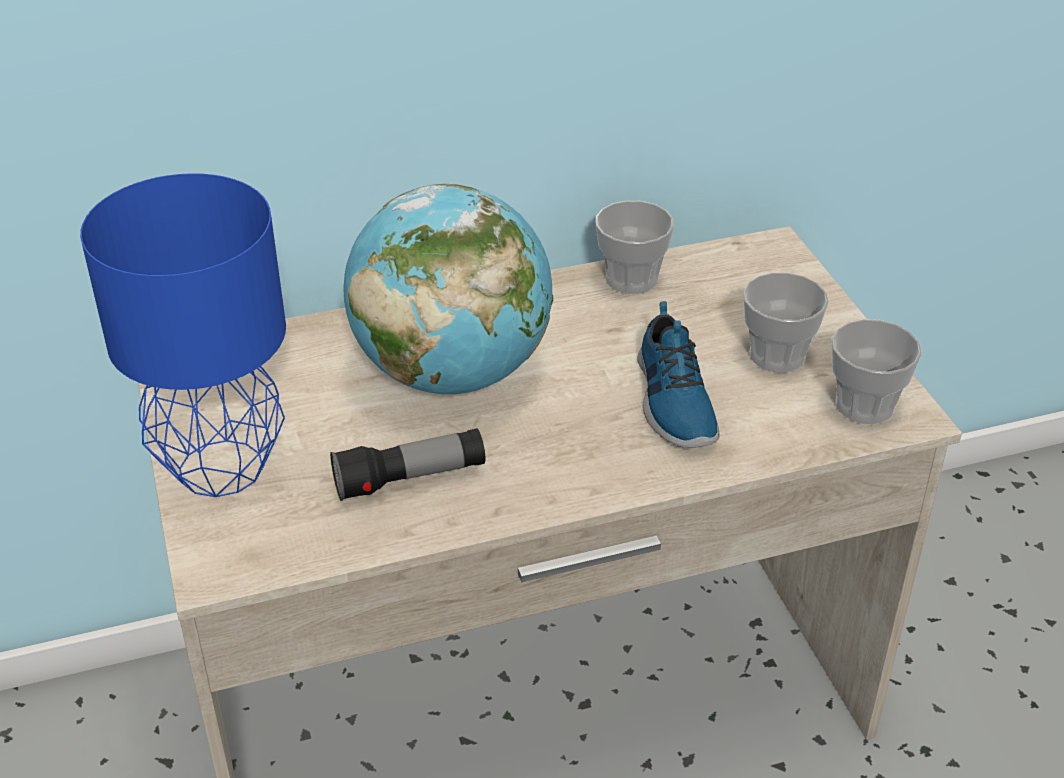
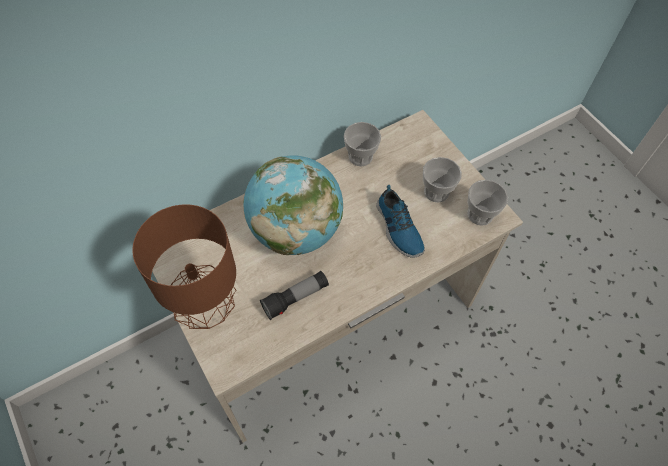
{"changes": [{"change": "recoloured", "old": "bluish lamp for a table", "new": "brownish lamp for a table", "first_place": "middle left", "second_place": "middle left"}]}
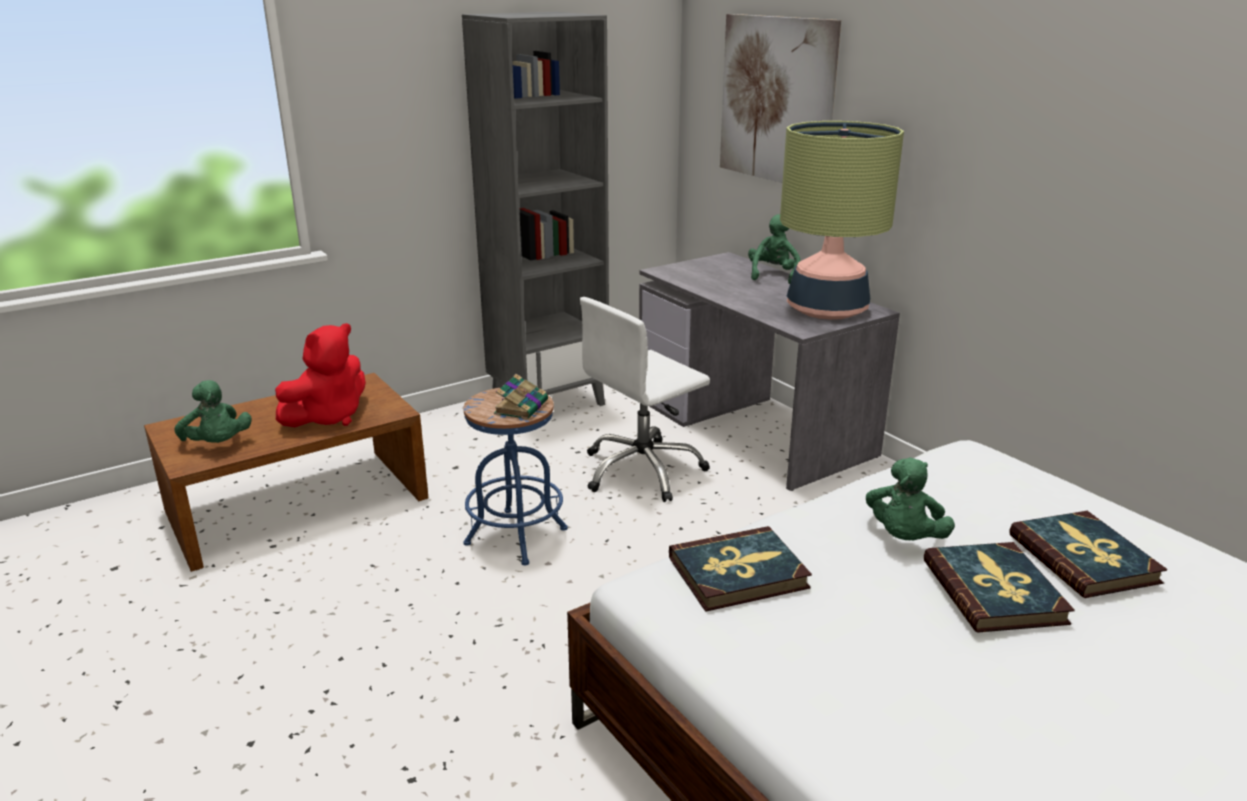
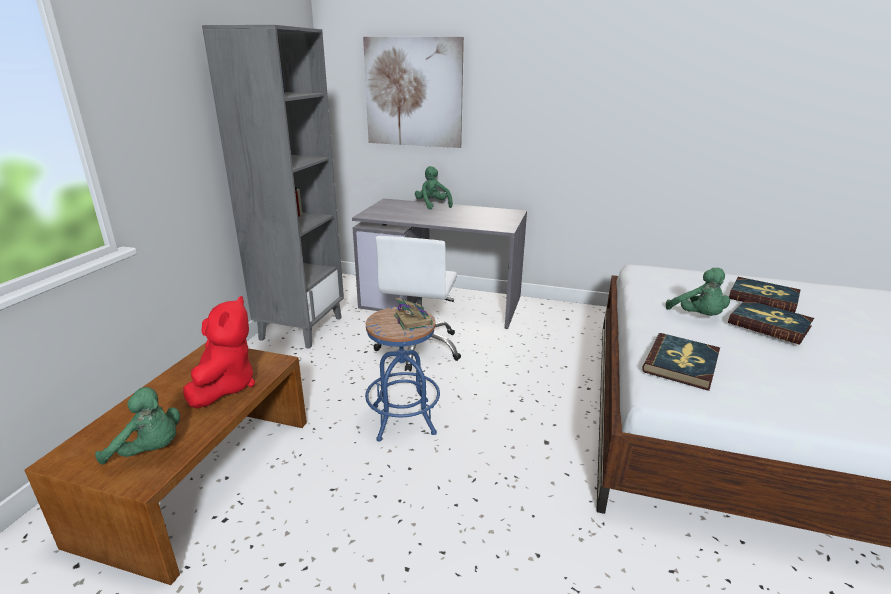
{"changes": [{"change": "removed", "old": "lamp for a table", "first_place": "top right"}]}
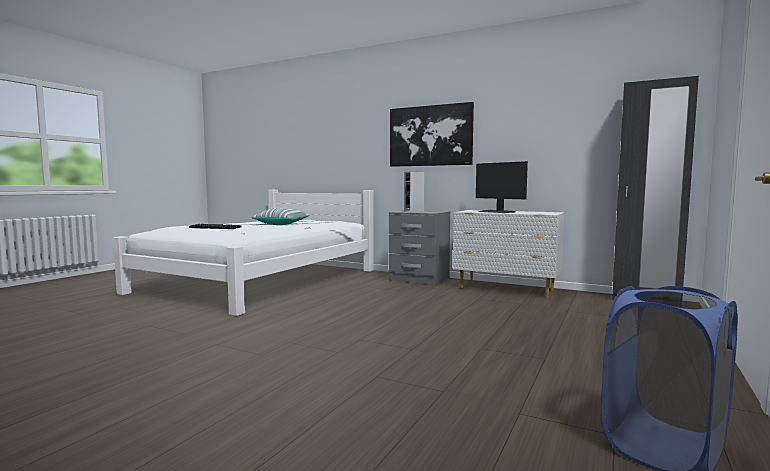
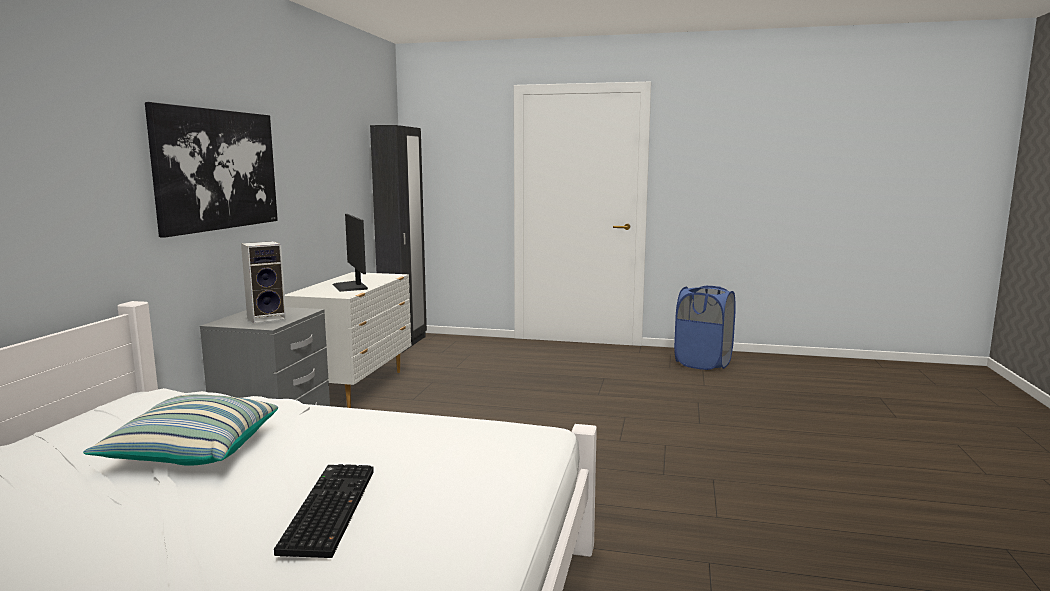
{"changes": [{"change": "turned", "old": "computer display", "first_place": "centre", "second_place": "centre", "degrees": 120}]}
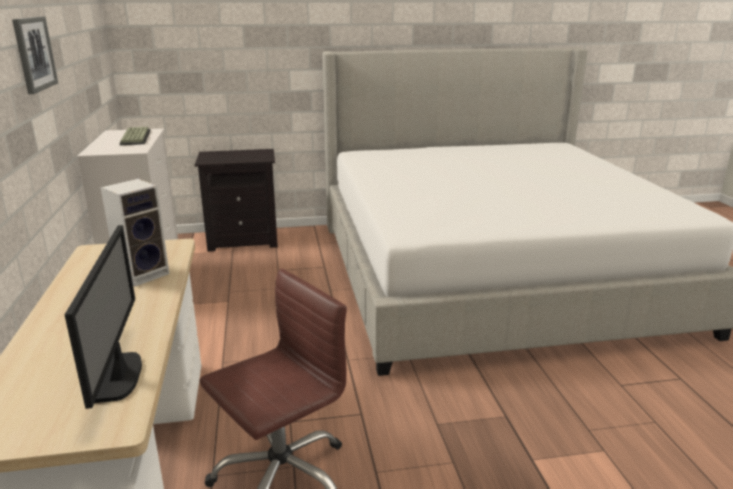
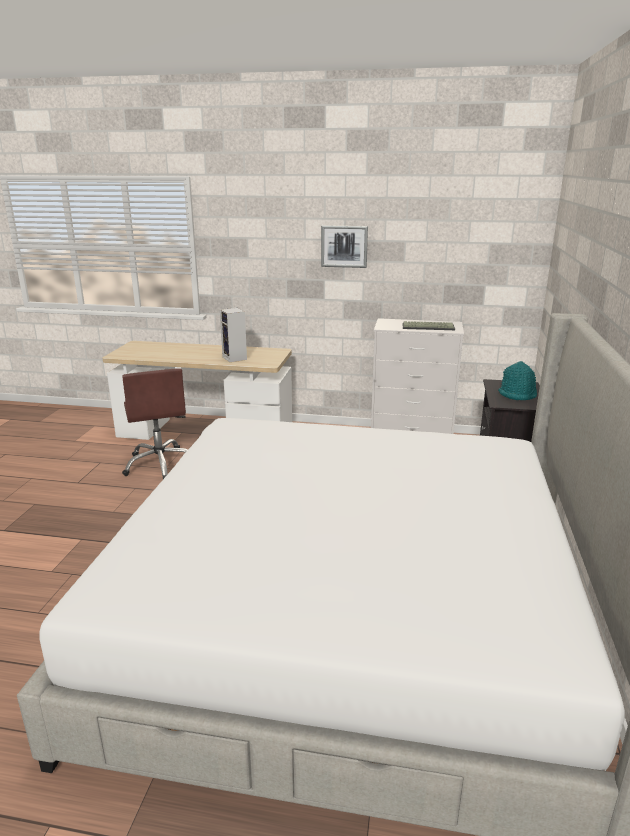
{"changes": [{"change": "removed", "old": "computer display", "first_place": "middle left"}, {"change": "added", "new": "blue-green hat", "second_place": "middle right"}]}
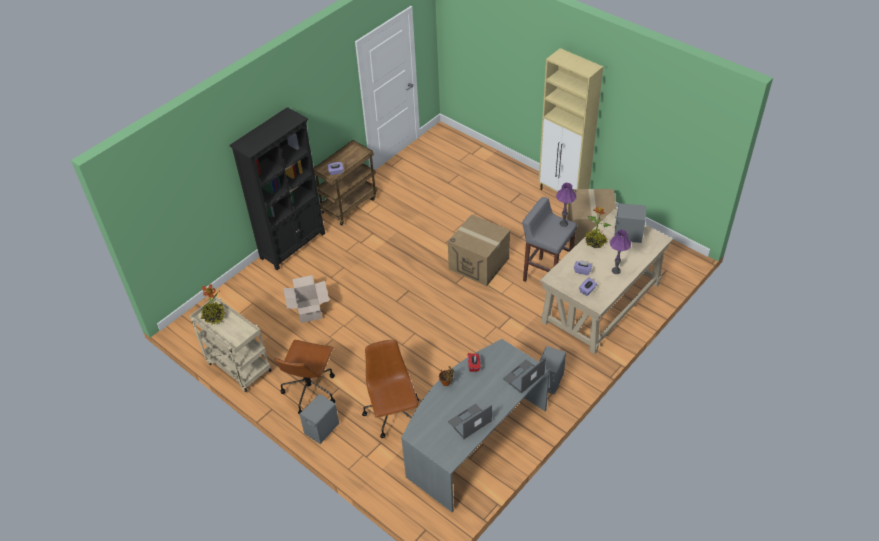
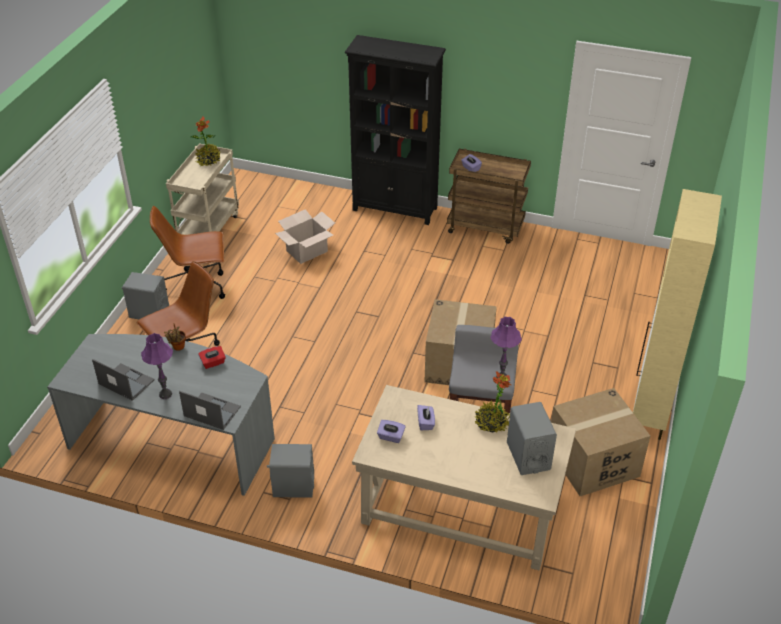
{"changes": [{"change": "moved", "old": "purplish lamp for a table (2nd from left in the first image)", "new": "purplish lamp for a table (1st from left)", "first_place": "middle right", "second_place": "middle left"}]}
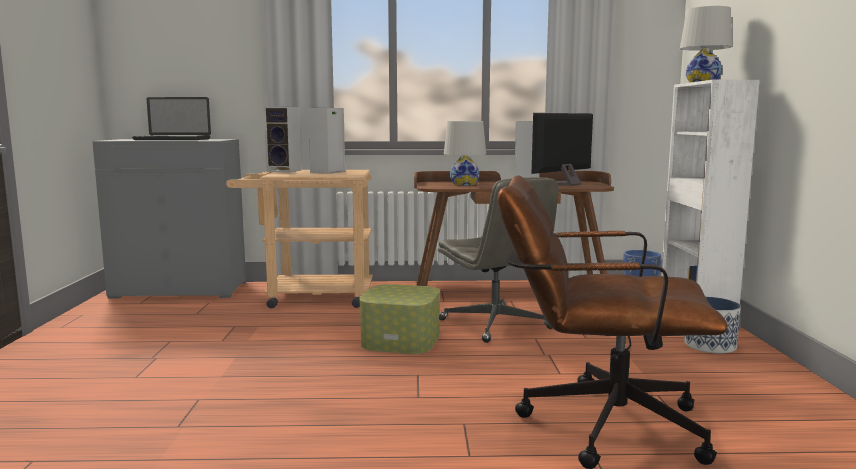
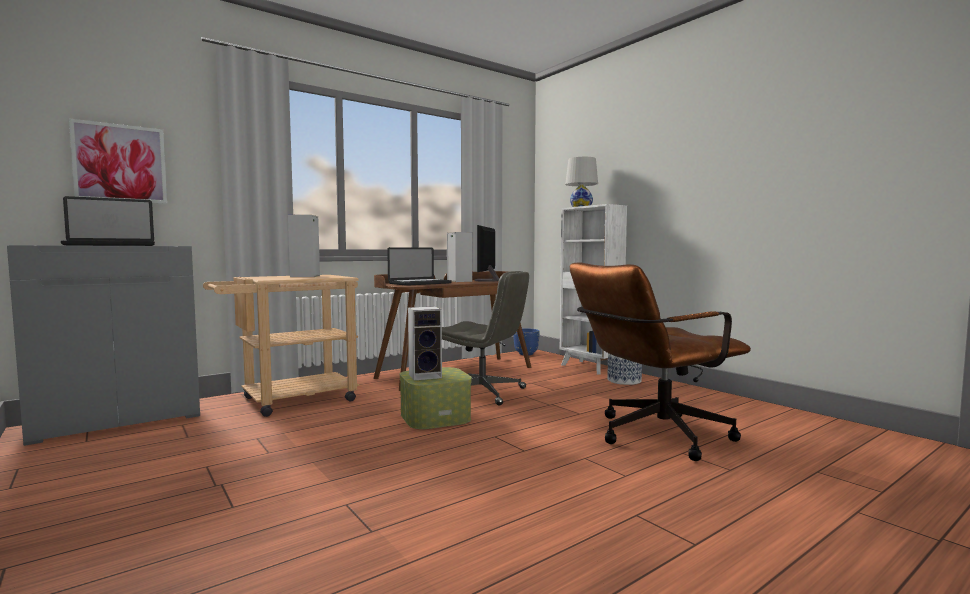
{"changes": [{"change": "moved", "old": "speaker (1st from left in the first image)", "new": "speaker (2nd from left)", "first_place": "top left", "second_place": "centre"}, {"change": "replaced", "old": "whitish lamp for a table (1st from left)", "new": "portable computer (2nd from left)", "first_place": "top centre", "second_place": "centre"}, {"change": "added", "new": "picture", "second_place": "top left"}]}
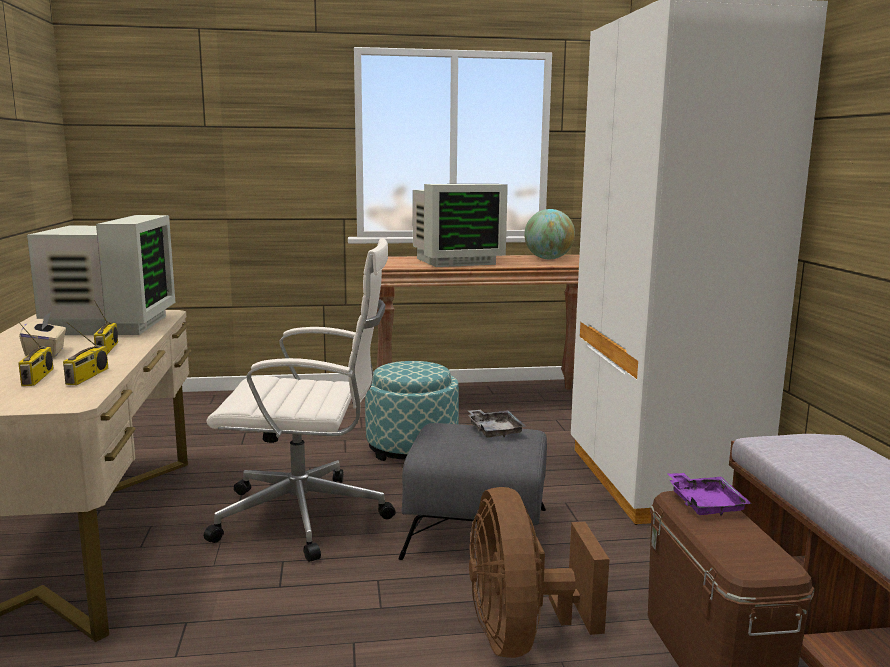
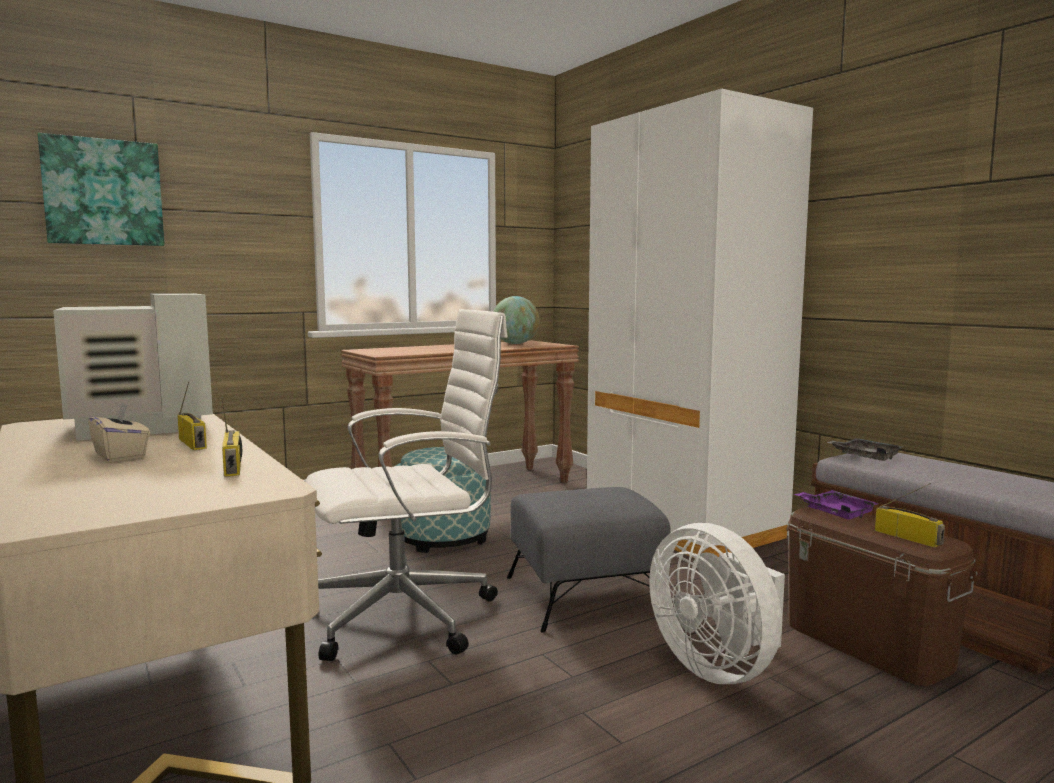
{"changes": [{"change": "removed", "old": "computer display (2nd from left)", "first_place": "centre"}, {"change": "moved", "old": "radio receiver (1st from left in the first image)", "new": "radio receiver (3rd from left)", "first_place": "middle left", "second_place": "middle right"}, {"change": "moved", "old": "gray carrying tray", "first_place": "centre", "second_place": "middle right"}, {"change": "recoloured", "old": "brownish fan", "new": "whitish fan", "first_place": "bottom centre", "second_place": "bottom right"}, {"change": "added", "new": "picture", "second_place": "top left"}]}
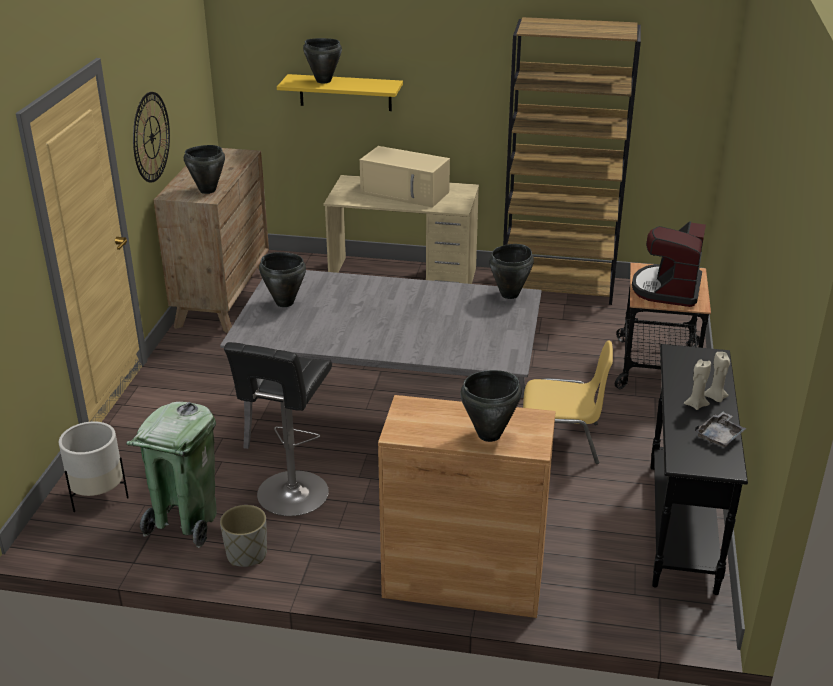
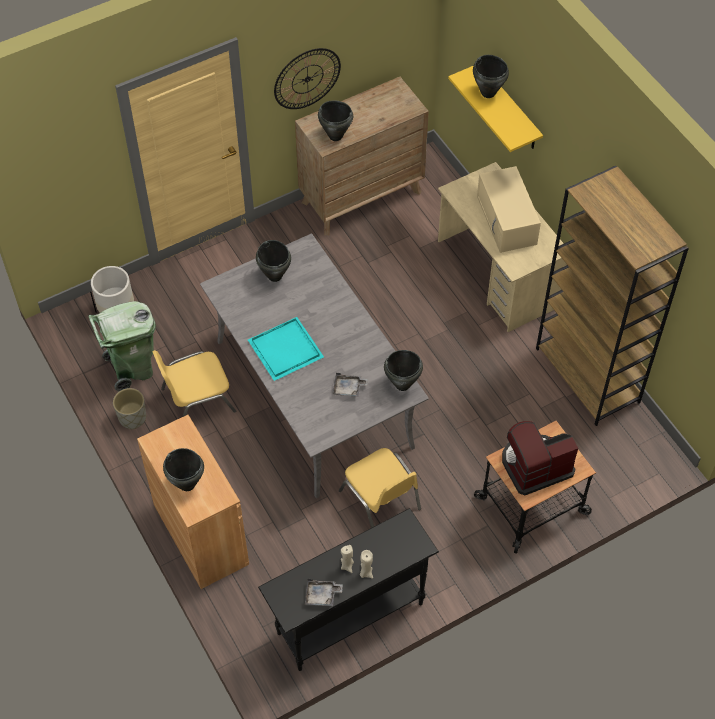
{"changes": [{"change": "replaced", "old": "black-coloured stool", "new": "yellowish plain chair (1st from left)", "first_place": "centre", "second_place": "middle left"}, {"change": "added", "new": "blue-green carrying tray", "second_place": "centre"}, {"change": "added", "new": "gray carrying tray (2nd from left)", "second_place": "centre"}]}
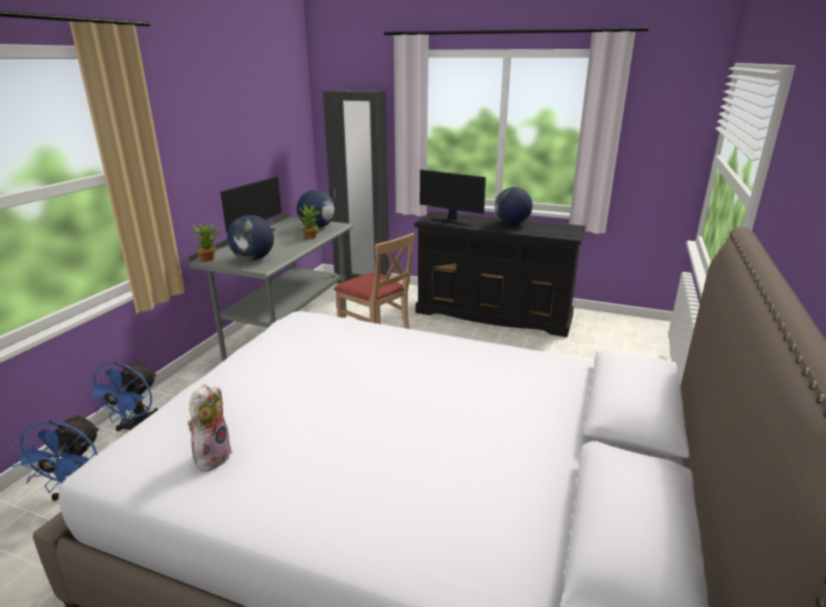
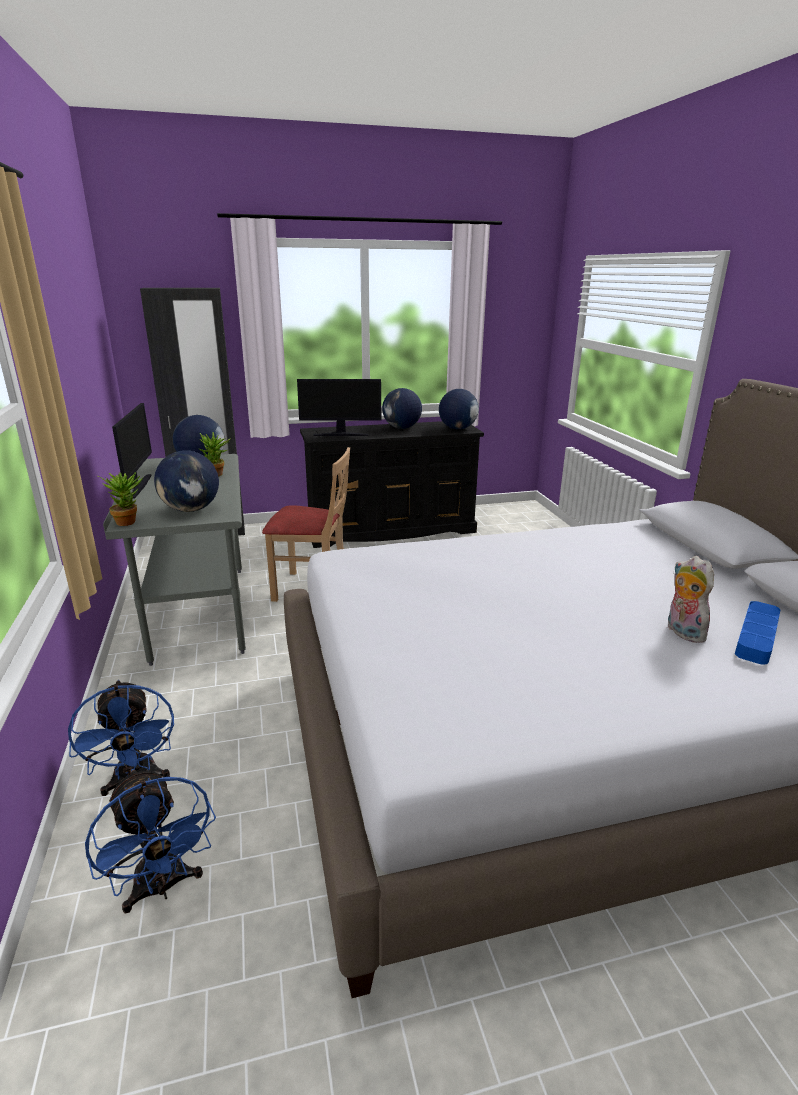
{"changes": [{"change": "moved", "old": "plush toy", "first_place": "bottom left", "second_place": "middle right"}, {"change": "added", "new": "world globe (4th from left)", "second_place": "centre"}, {"change": "added", "new": "bluish carrying tray", "second_place": "middle right"}]}
